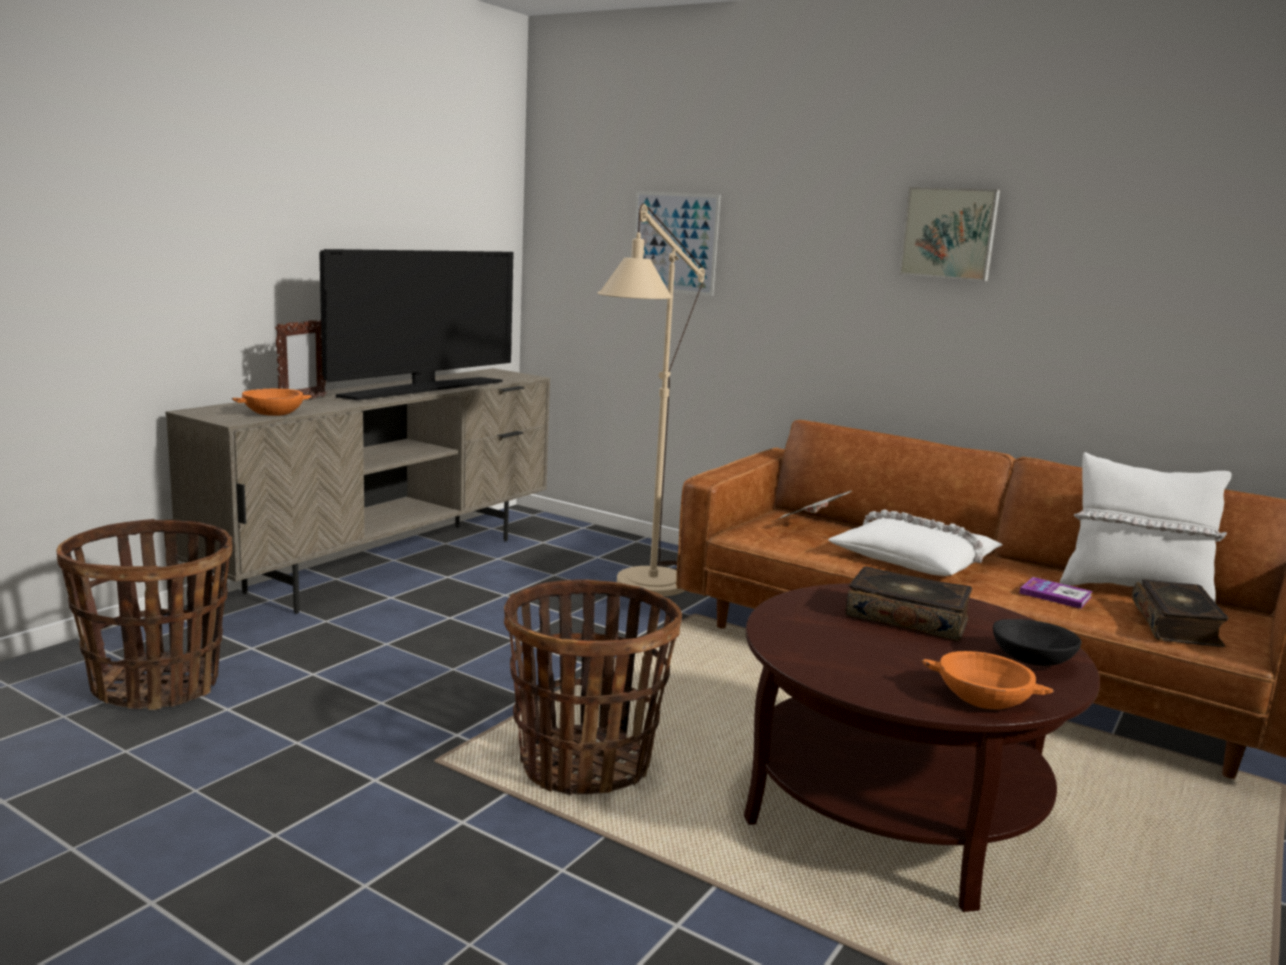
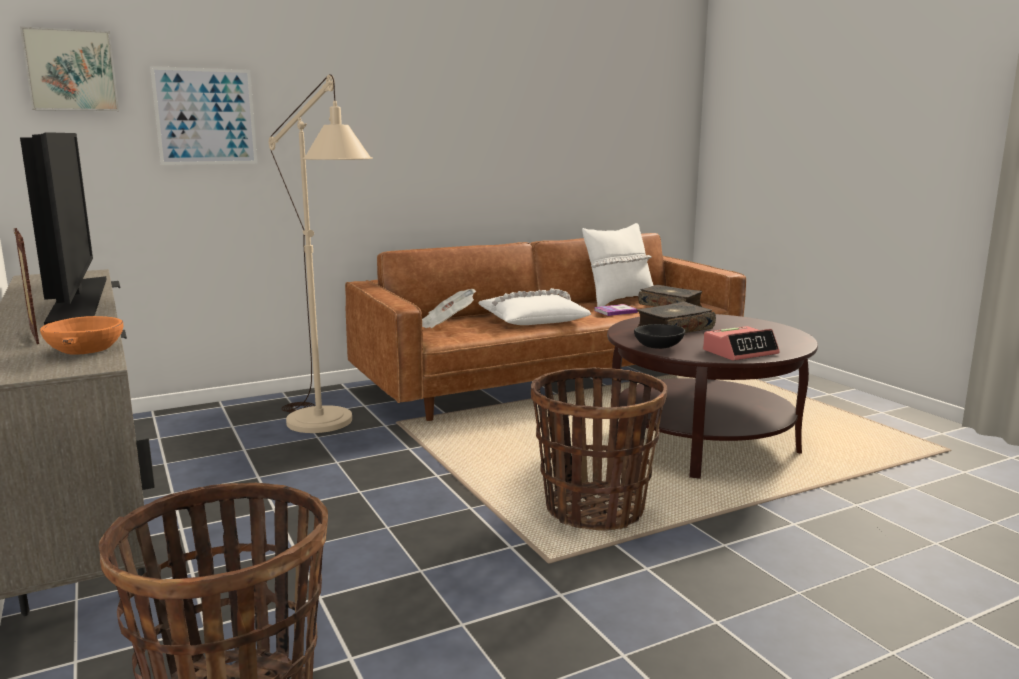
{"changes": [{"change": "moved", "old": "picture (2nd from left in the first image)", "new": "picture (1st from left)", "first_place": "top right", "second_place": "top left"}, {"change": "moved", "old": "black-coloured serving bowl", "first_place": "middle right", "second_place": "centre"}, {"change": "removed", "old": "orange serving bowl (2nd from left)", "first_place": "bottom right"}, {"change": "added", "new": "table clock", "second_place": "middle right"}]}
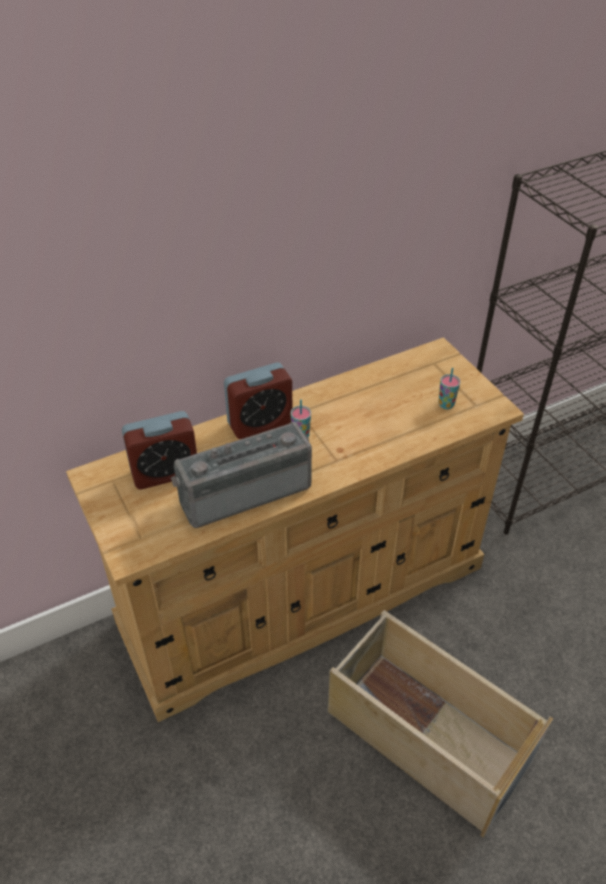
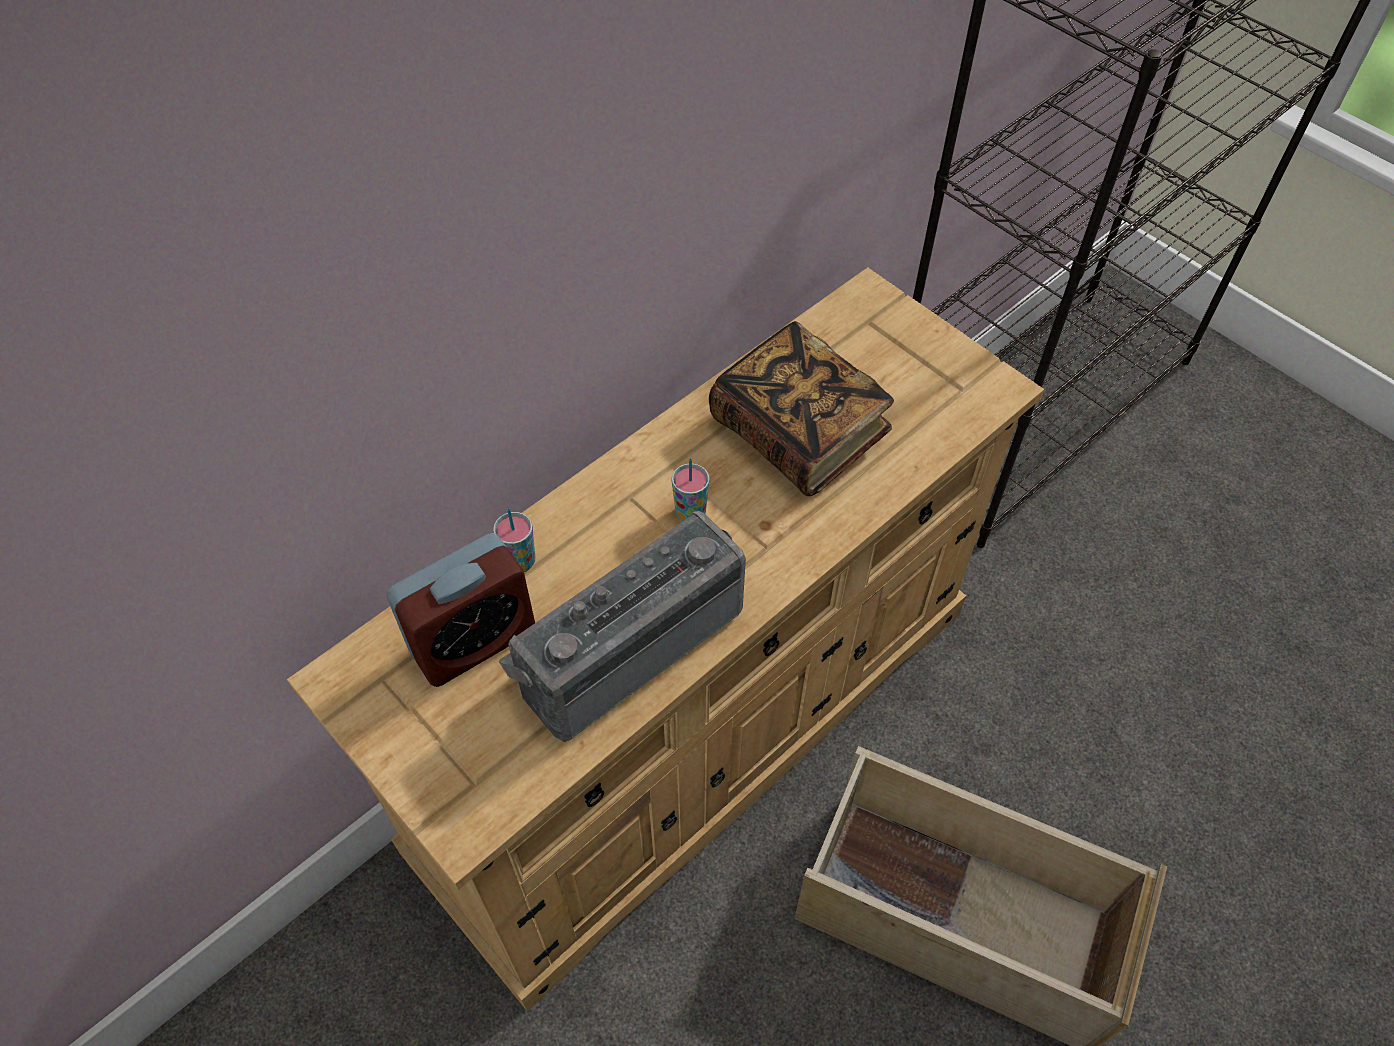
{"changes": [{"change": "removed", "old": "table clock (2nd from left)", "first_place": "centre"}, {"change": "moved", "old": "drinking cup (2nd from left in the first image)", "new": "drinking cup (1st from left)", "first_place": "middle right", "second_place": "centre"}, {"change": "added", "new": "bound book", "second_place": "centre"}]}
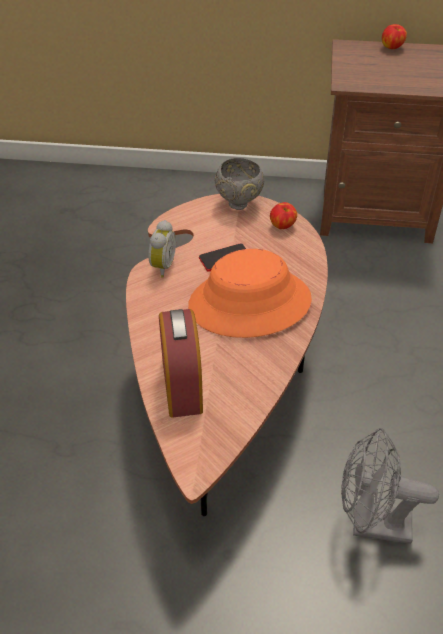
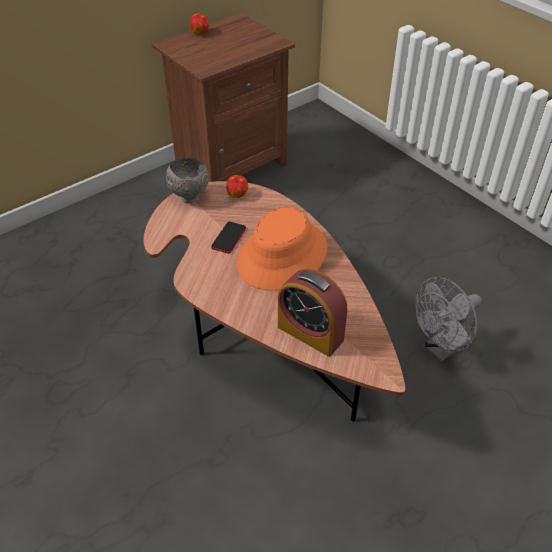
{"changes": [{"change": "removed", "old": "table clock (1st from left)", "first_place": "centre"}]}
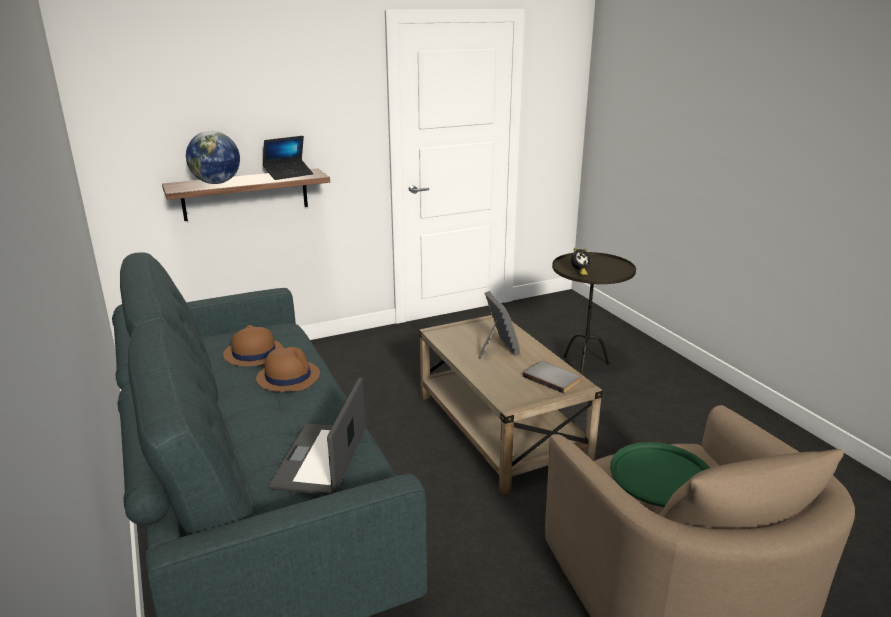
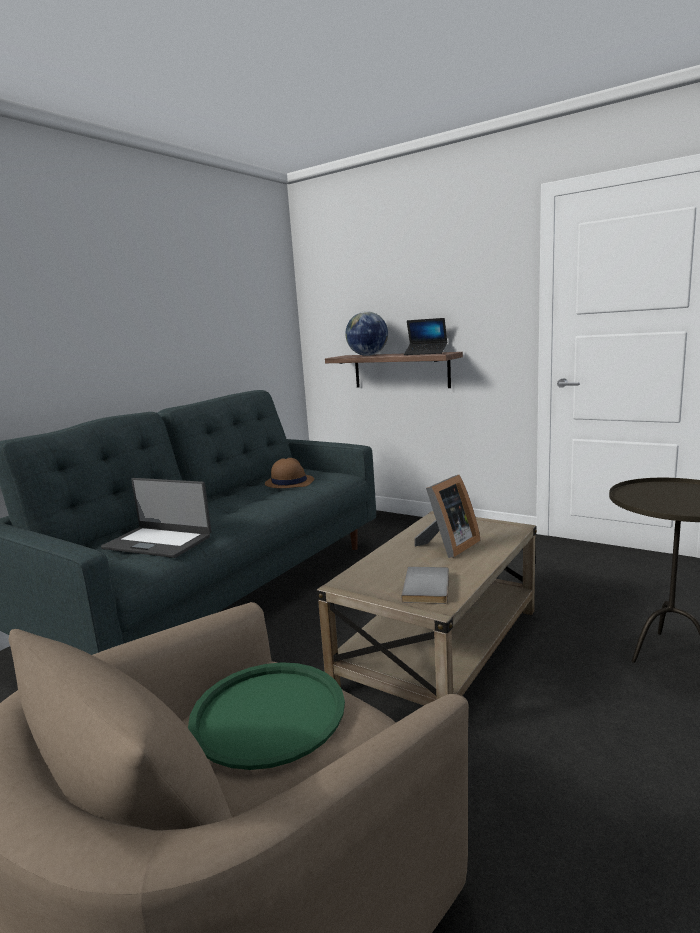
{"changes": [{"change": "removed", "old": "table clock", "first_place": "centre"}, {"change": "removed", "old": "brownish hat (2nd from left)", "first_place": "middle left"}, {"change": "turned", "old": "portable computer (2nd from left in the first image)", "first_place": "bottom centre", "second_place": "middle left", "degrees": -135}]}
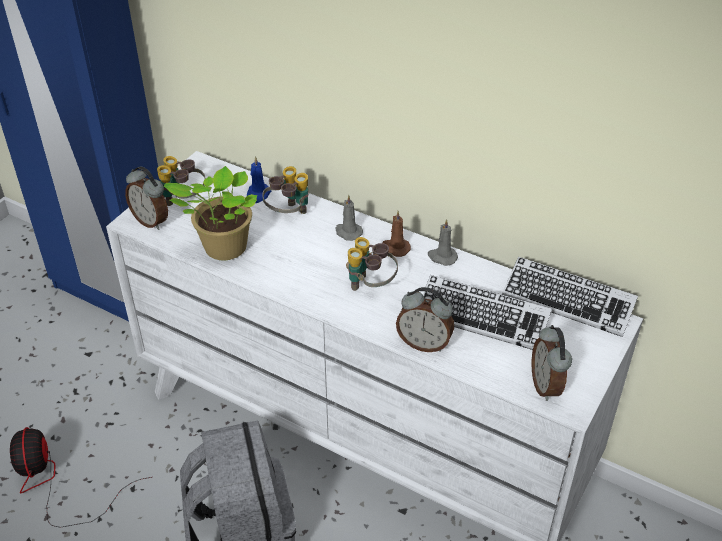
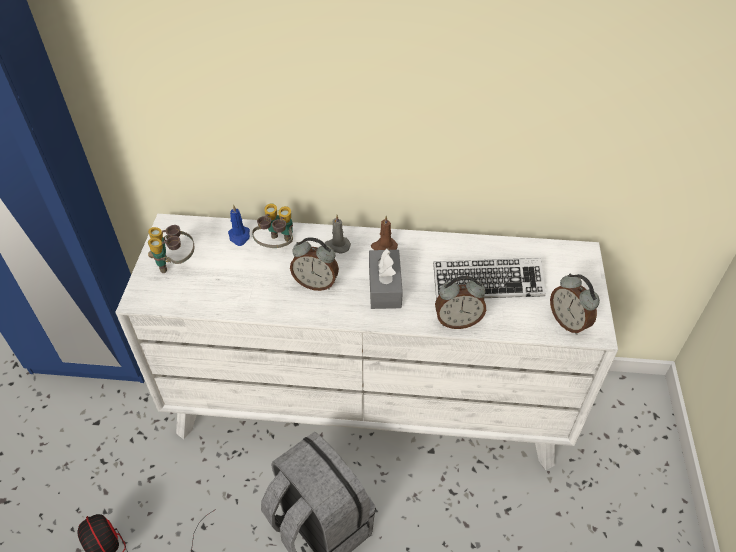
{"changes": [{"change": "moved", "old": "table clock (1st from left)", "first_place": "middle left", "second_place": "centre"}, {"change": "removed", "old": "plant in a pot", "first_place": "middle left"}, {"change": "removed", "old": "gray wax light (2nd from left)", "first_place": "centre"}, {"change": "replaced", "old": "binoculars (3rd from left)", "new": "gray box of tissues", "first_place": "centre", "second_place": "centre"}, {"change": "removed", "old": "keyboard (2nd from left)", "first_place": "middle right"}]}
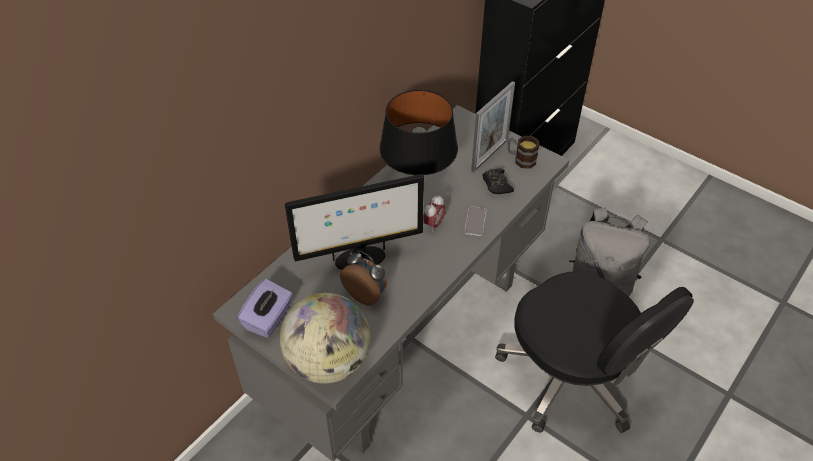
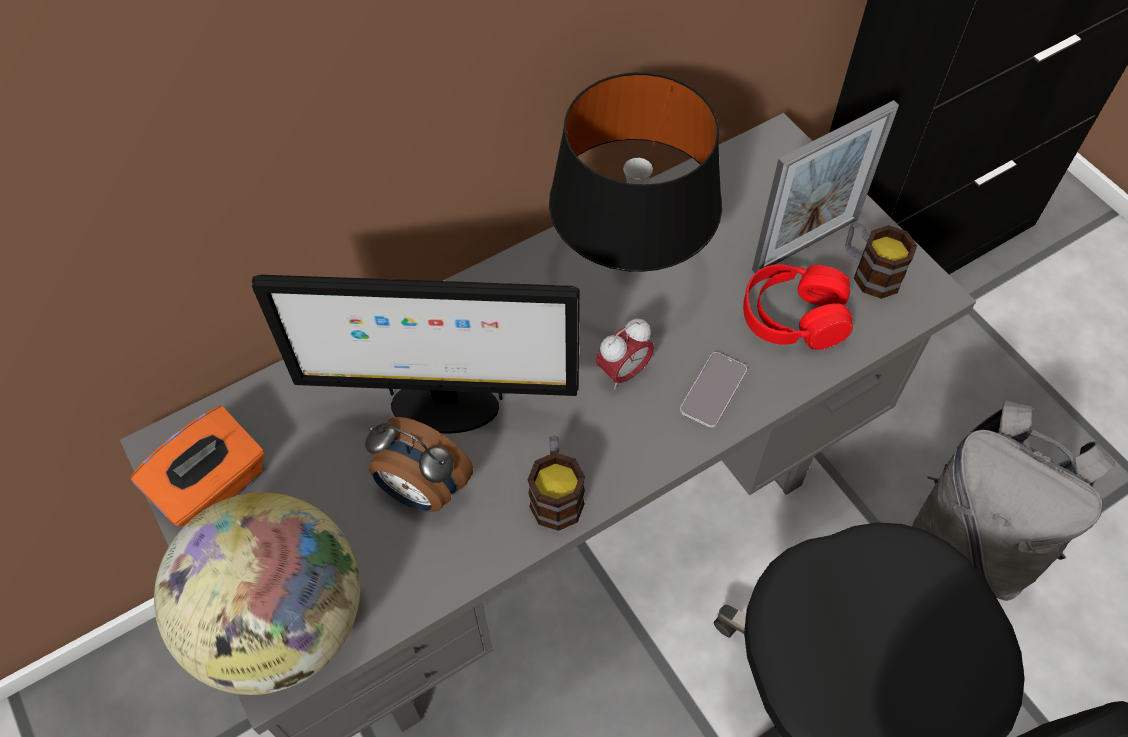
{"changes": [{"change": "replaced", "old": "black-coloured joypad", "new": "red-coloured pair of headphones", "first_place": "centre", "second_place": "middle right"}, {"change": "turned", "old": "table clock (1st from left)", "first_place": "centre", "second_place": "centre", "degrees": 150}, {"change": "recoloured", "old": "purplish box of tissues", "new": "orange box of tissues", "first_place": "bottom left", "second_place": "middle left"}, {"change": "added", "new": "coffee mug (1st from left)", "second_place": "centre"}]}
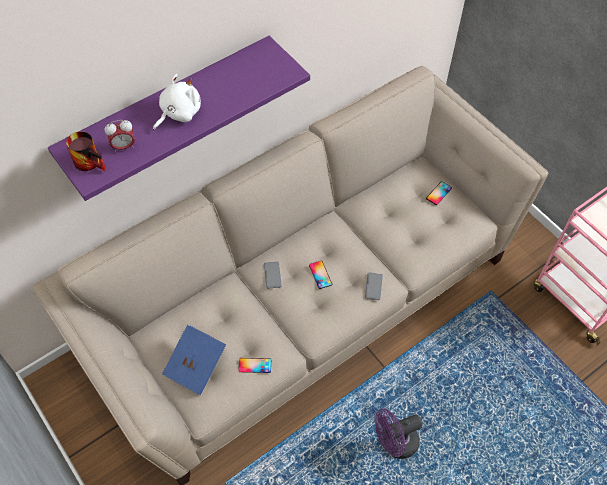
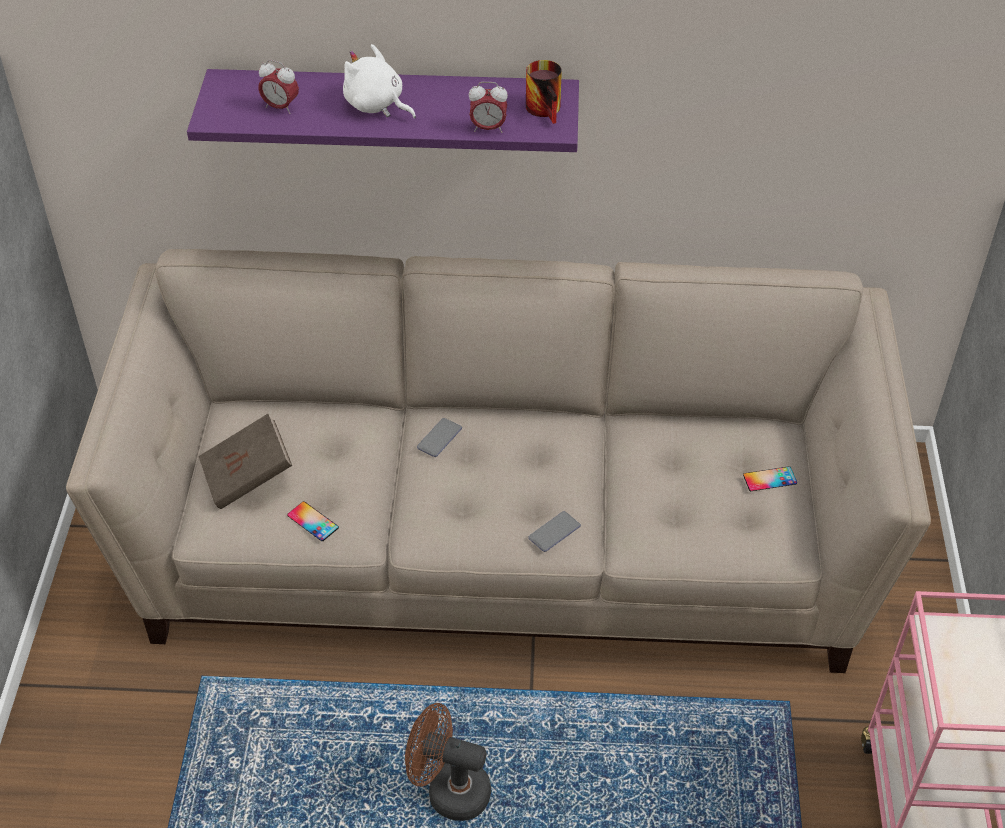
{"changes": [{"change": "turned", "old": "whitish plush toy", "first_place": "top left", "second_place": "top centre", "degrees": -135}, {"change": "moved", "old": "coffee mug", "first_place": "top left", "second_place": "top centre"}, {"change": "removed", "old": "telephone (3rd from left)", "first_place": "centre"}, {"change": "recoloured", "old": "bluish bound book", "new": "brownish bound book", "first_place": "bottom left", "second_place": "middle left"}, {"change": "recoloured", "old": "purplish fan", "new": "brownish fan", "first_place": "bottom centre", "second_place": "bottom centre"}, {"change": "added", "new": "table clock (2nd from left)", "second_place": "top centre"}]}
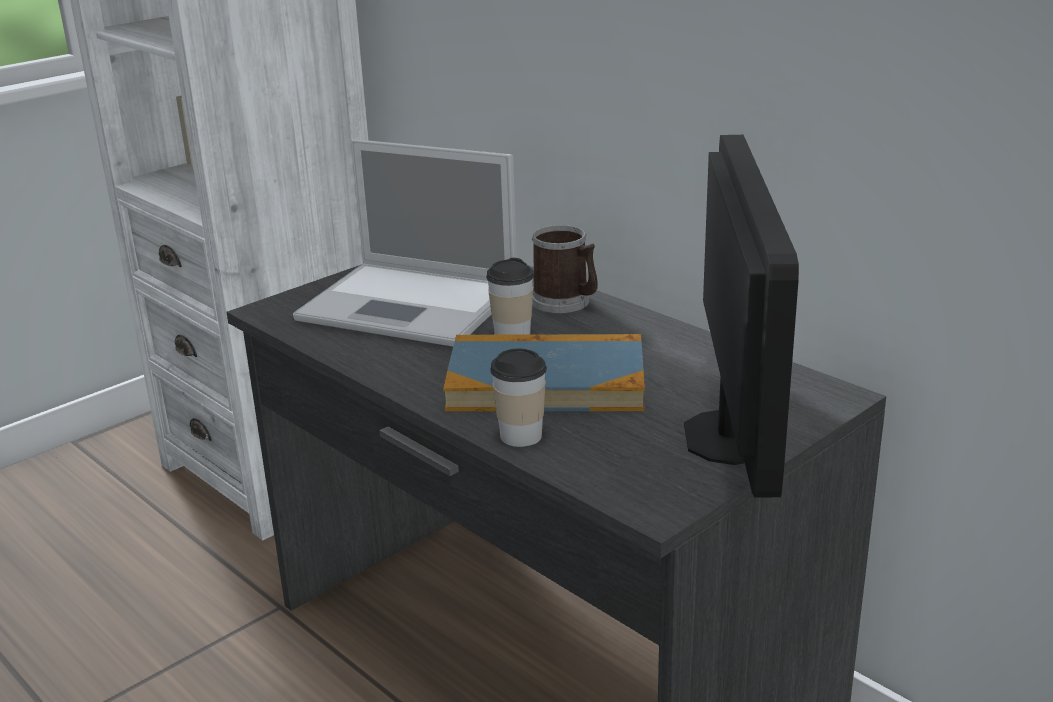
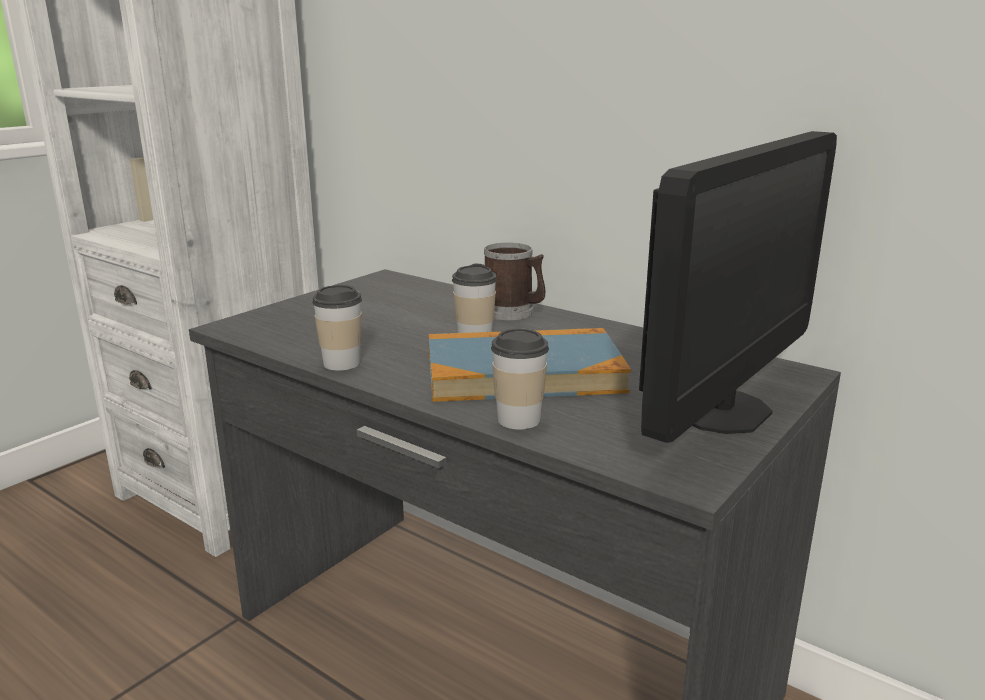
{"changes": [{"change": "turned", "old": "computer display", "first_place": "middle right", "second_place": "middle right", "degrees": 45}, {"change": "removed", "old": "portable computer", "first_place": "centre"}, {"change": "added", "new": "drinking cup (1st from left)", "second_place": "centre"}]}
